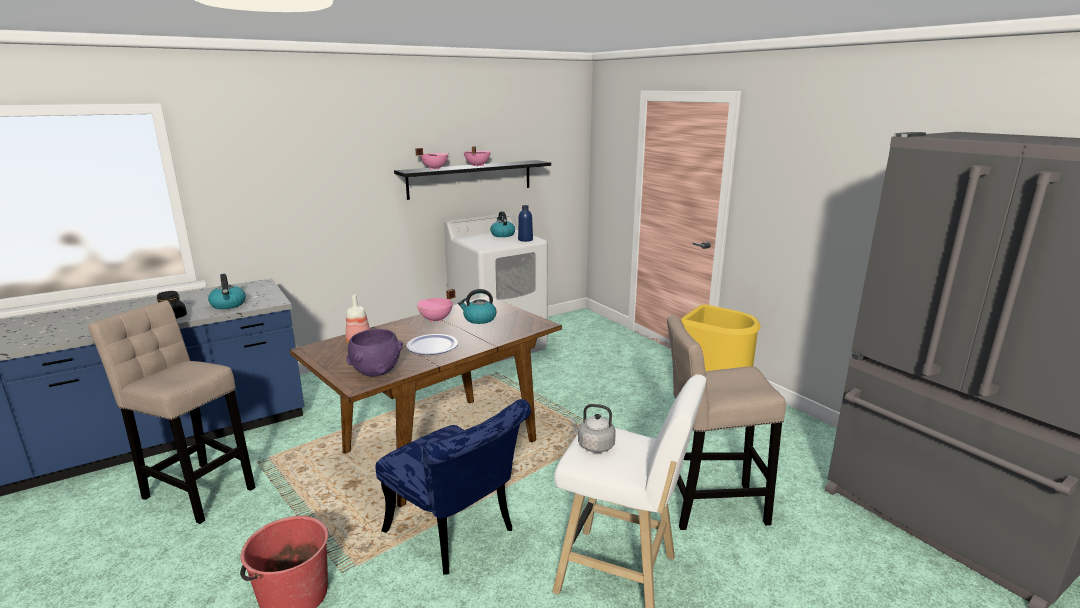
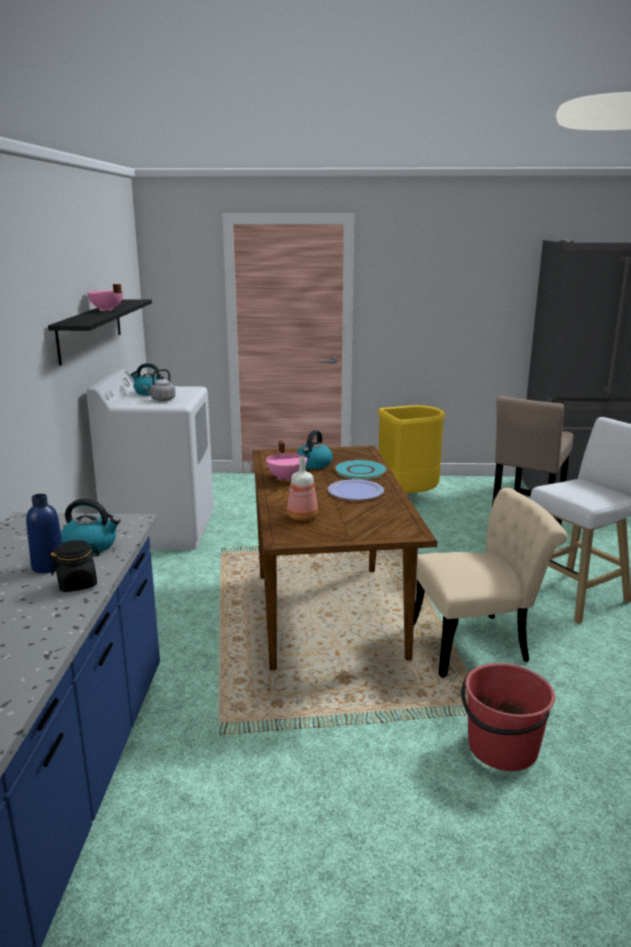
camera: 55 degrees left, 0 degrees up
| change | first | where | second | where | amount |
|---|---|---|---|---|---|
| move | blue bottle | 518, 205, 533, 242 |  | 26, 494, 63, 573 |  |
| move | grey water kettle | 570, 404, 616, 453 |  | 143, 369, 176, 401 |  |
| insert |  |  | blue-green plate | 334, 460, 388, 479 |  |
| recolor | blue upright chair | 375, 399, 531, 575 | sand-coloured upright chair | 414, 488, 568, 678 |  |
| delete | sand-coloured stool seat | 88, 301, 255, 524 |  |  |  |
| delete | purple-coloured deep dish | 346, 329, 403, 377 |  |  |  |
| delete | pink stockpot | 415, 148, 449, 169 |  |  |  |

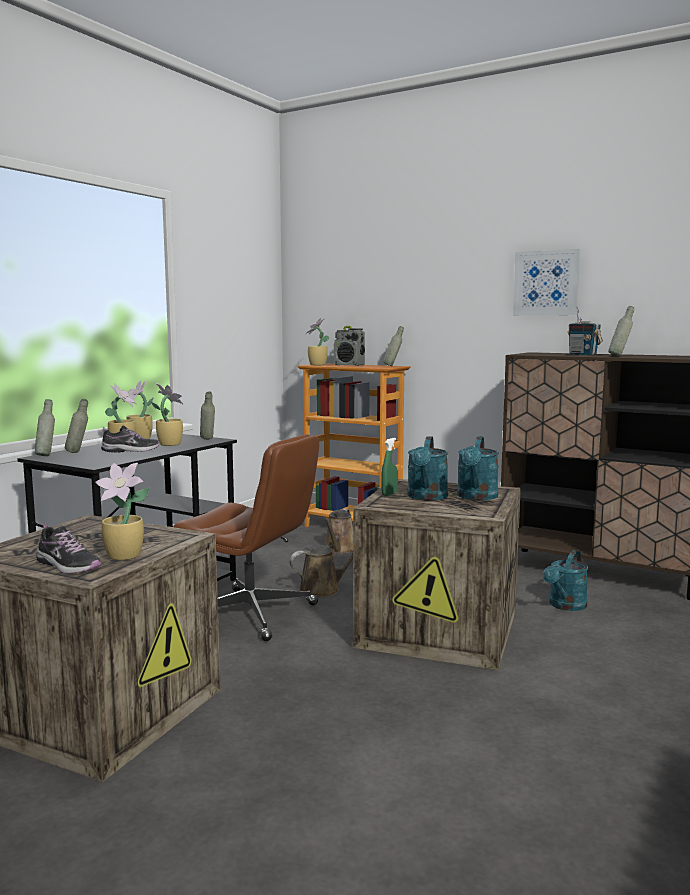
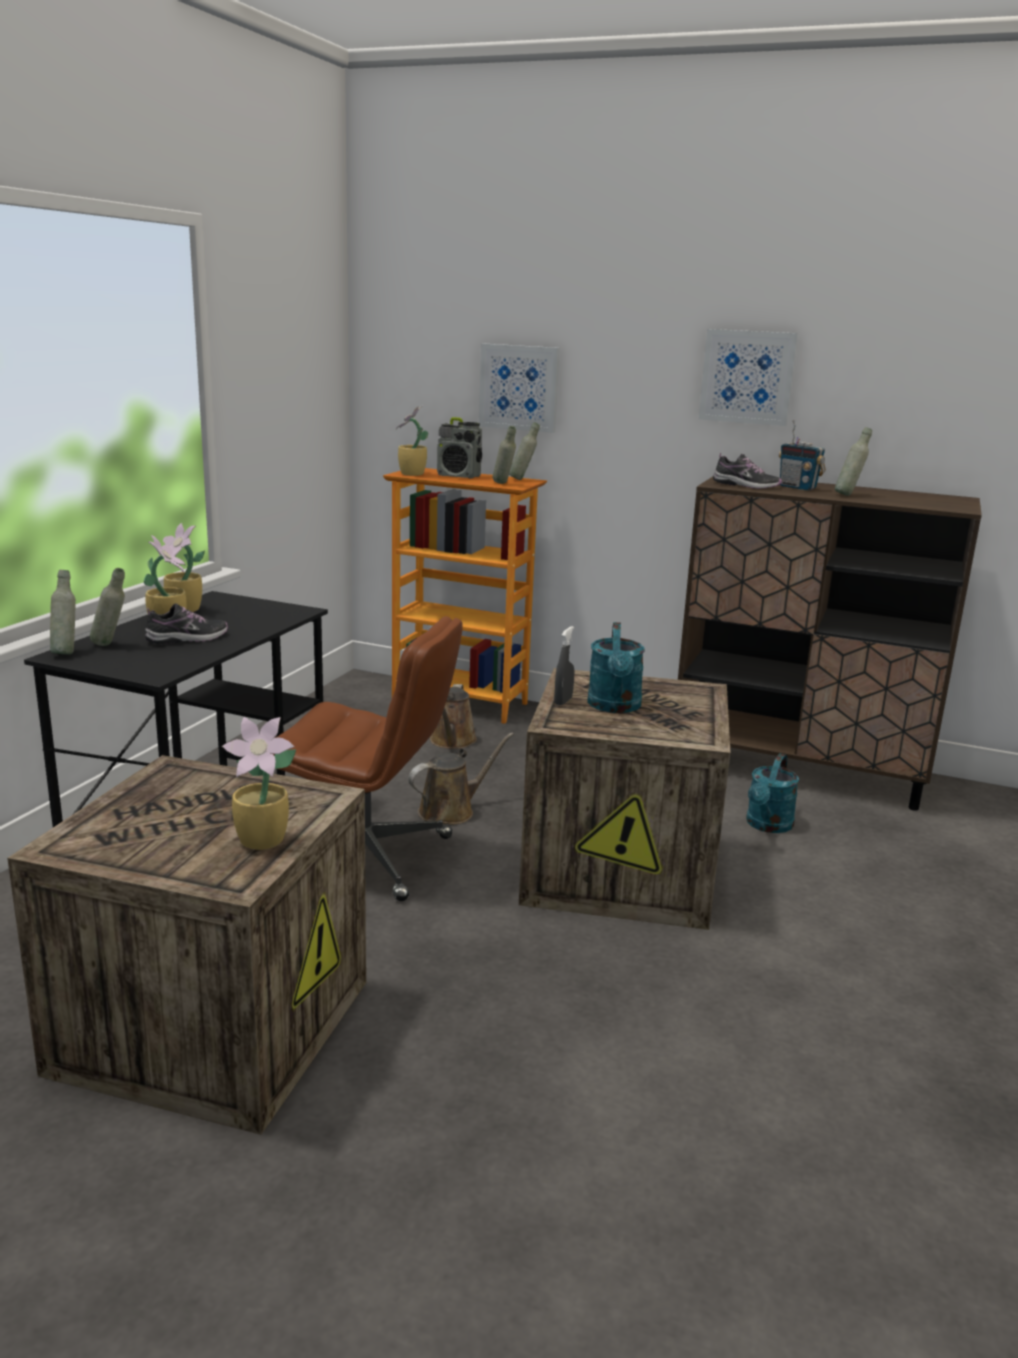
camera: 10 degrees left, 10 degrees up
| change | first | where | second | where | amount |
|---|---|---|---|---|---|
| insert |  |  | wall picture | 479, 344, 560, 433 |  |
| move | grey bottle | 200, 392, 215, 440 |  | 493, 426, 516, 484 |  |
| recolor | green-coloured spray bottle | 381, 438, 398, 496 | grey spray bottle | 554, 626, 574, 705 |  |
| move | shoe | 36, 523, 102, 574 |  | 713, 453, 782, 489 |  |
| delete | plant in a pot | 151, 383, 183, 446 |  |  |  |
| delete | blue-green watering can | 457, 436, 499, 500 |  |  |  |

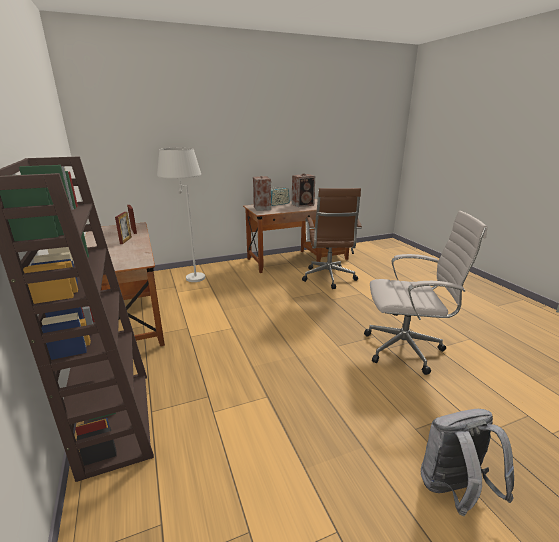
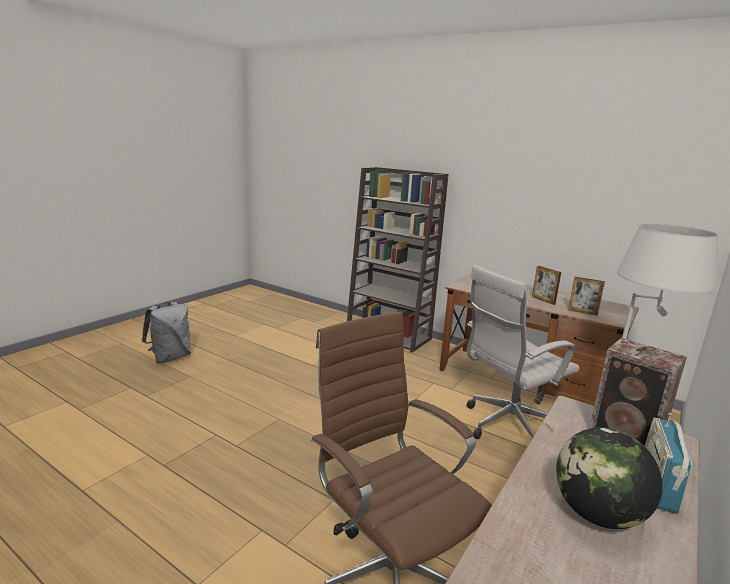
camera: 145 degrees right, 5 degrees down
| change | first | where | second | where | amount |
|---|---|---|---|---|---|
| move | whitish desk chair | 364, 211, 487, 375 |  | 466, 265, 580, 439 |  |
| replace | loudspeaker | 292, 174, 315, 207 | world globe | 556, 427, 662, 529 |  |

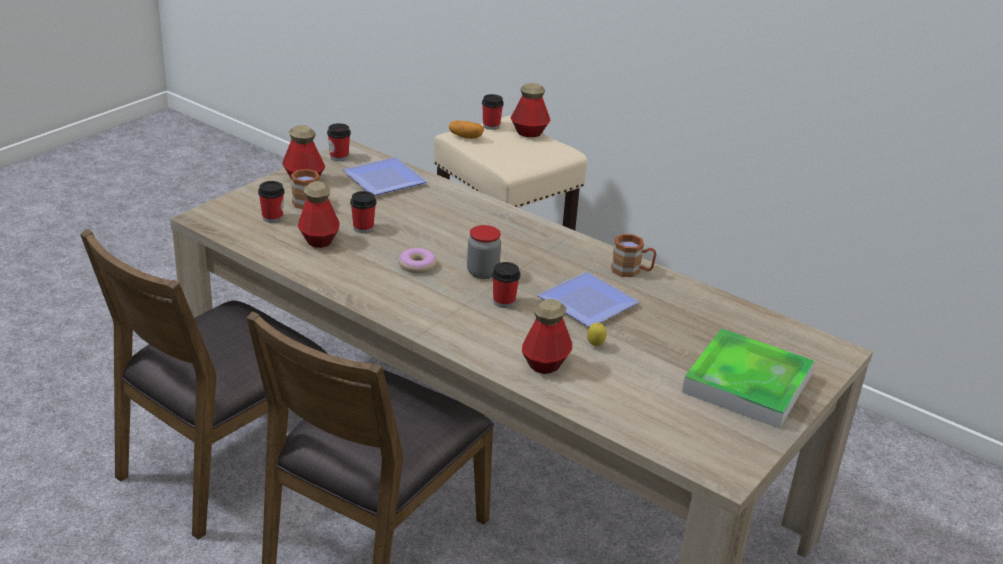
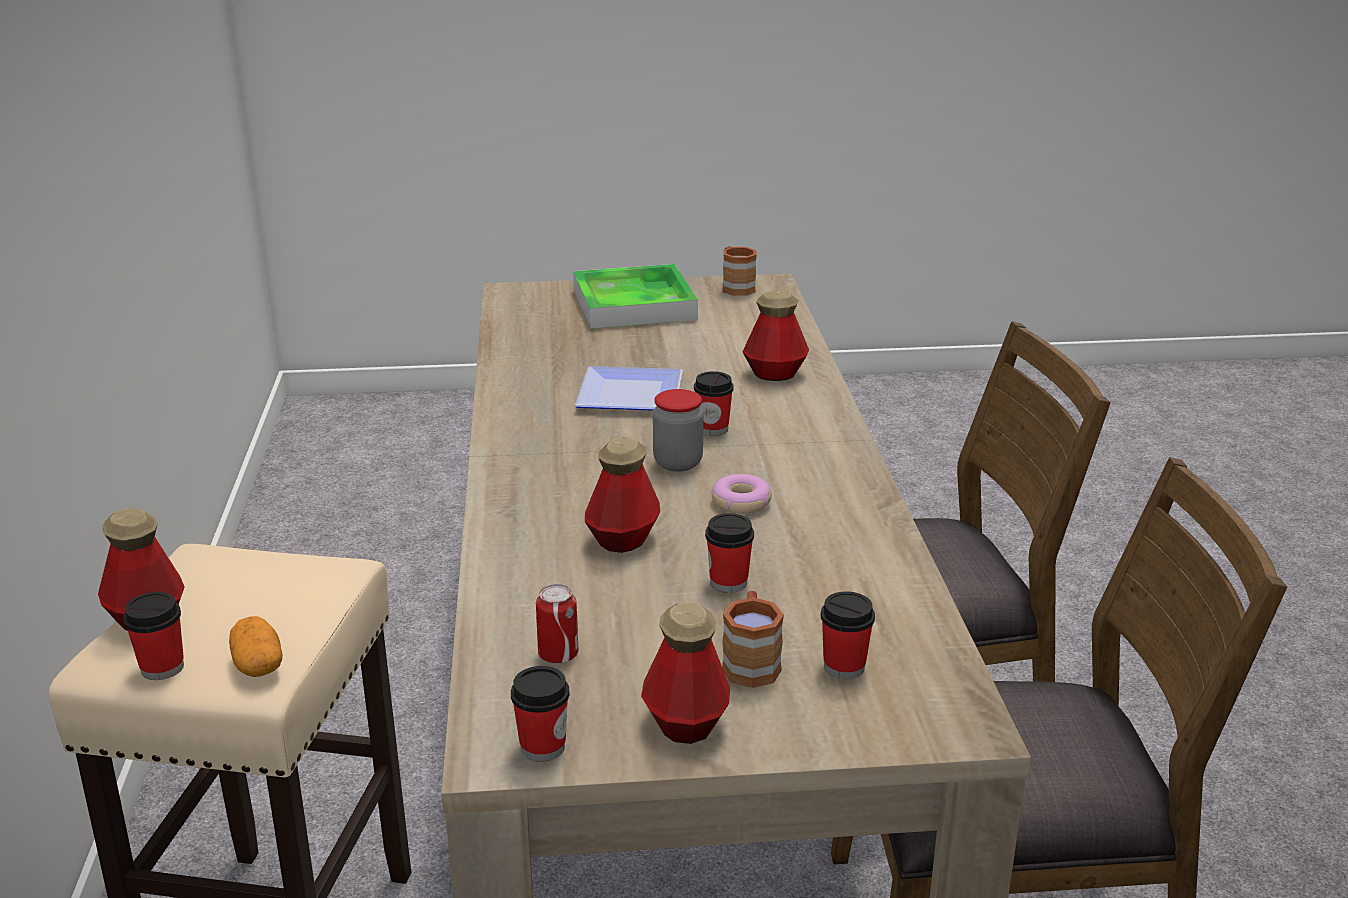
camera: 130 degrees left, 5 degrees down
| change | first | where | second | where | amount |
|---|---|---|---|---|---|
| replace | plate | 343, 157, 427, 195 | sealed can | 536, 584, 579, 663 |  |
| move | bottle | 298, 181, 340, 248 |  | 585, 437, 660, 553 |  |
| move | brownish mug | 611, 234, 656, 277 |  | 723, 246, 757, 296 |  |
| delete | lemon | 587, 323, 606, 346 |  |  |  |

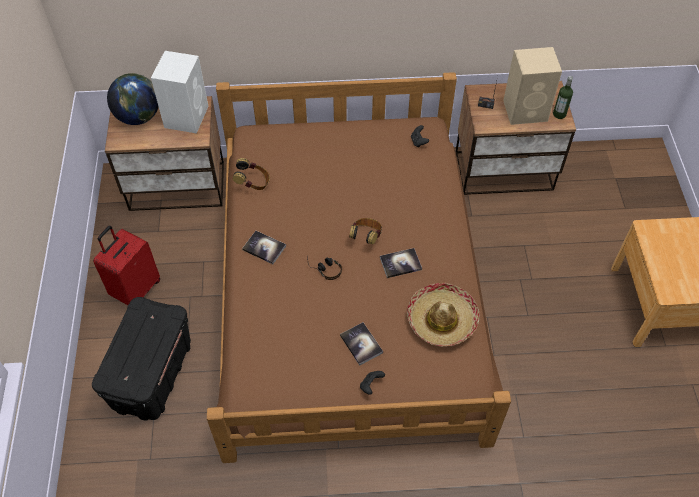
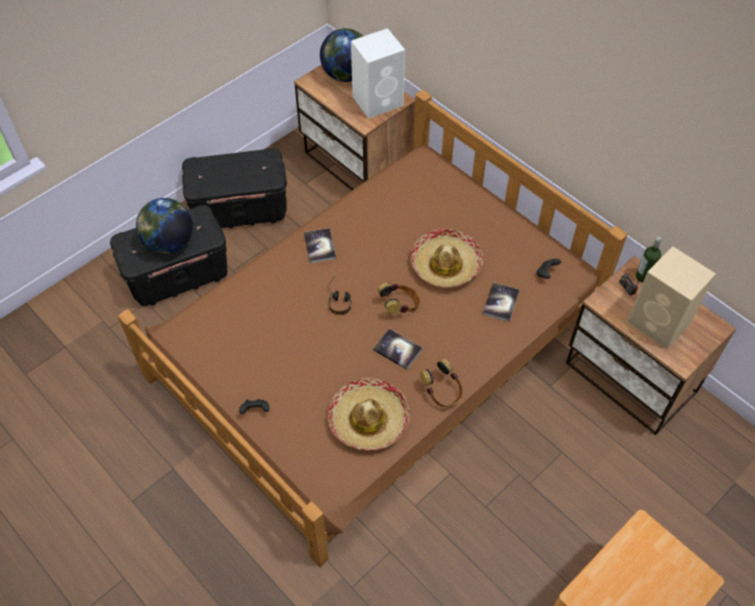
camera: 50 degrees right, 0 degrees up
| change | first | where | second | where | amount |
|---|---|---|---|---|---|
| insert |  |  | world globe | 136, 198, 193, 254 |  |
| replace | red-coloured suitcase | 93, 226, 160, 305 | black-coloured storage box | 182, 148, 287, 228 |  |
| insert |  |  | hat | 411, 229, 483, 288 |  |
| move | headphones | 233, 158, 270, 190 |  | 420, 359, 463, 407 |  |
| move | volume | 340, 322, 383, 365 |  | 483, 282, 520, 322 |  |
| move | bottle | 553, 76, 573, 119 |  | 636, 237, 662, 283 |  |

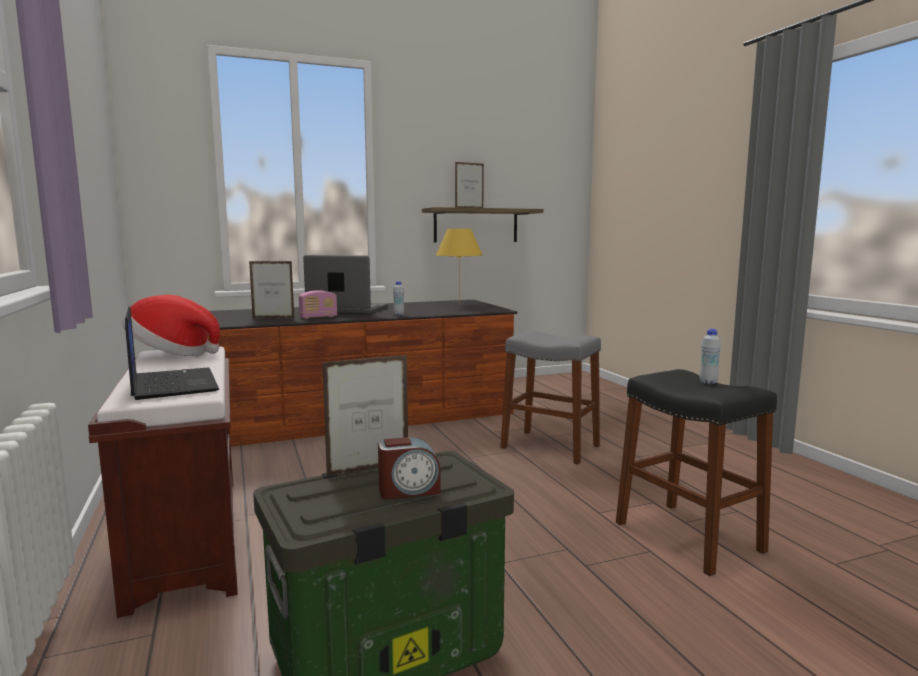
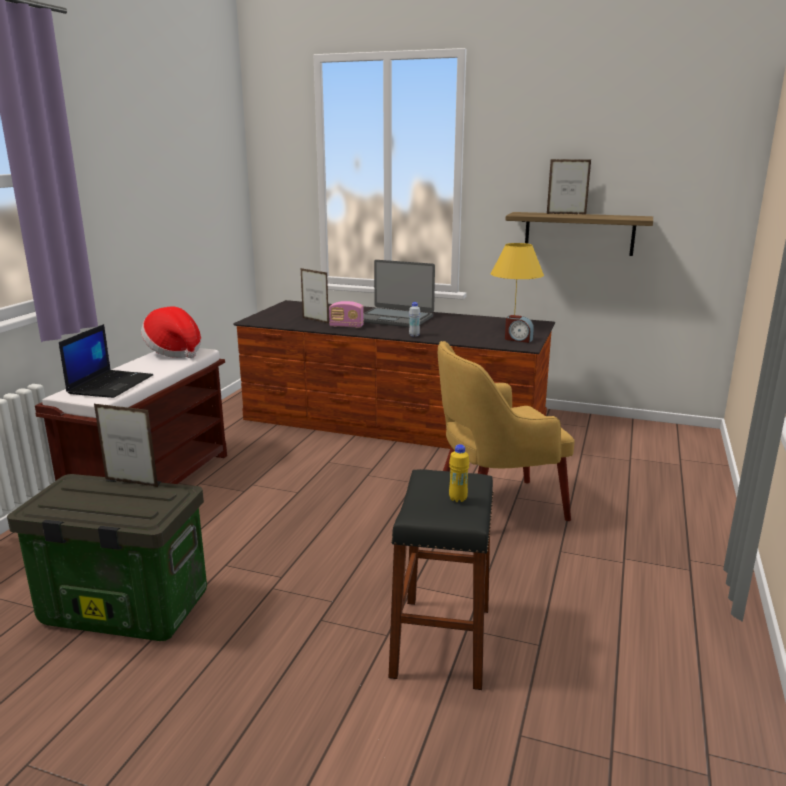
camera: 40 degrees right, 10 degrees up
| change | first | where | second | where | amount |
|---|---|---|---|---|---|
| rotate | notebook computer | 303, 255, 388, 314 |  | 363, 260, 435, 327 | 150 degrees clockwise |
| replace | grey stool seat | 500, 331, 601, 464 | yellow easy chair | 438, 341, 575, 521 |  |
| recolor | whitish bottle | 700, 329, 721, 384 | yellow bottle | 449, 444, 470, 502 |  |
| move | bedside clock | 378, 437, 441, 499 |  | 505, 315, 534, 343 |  |

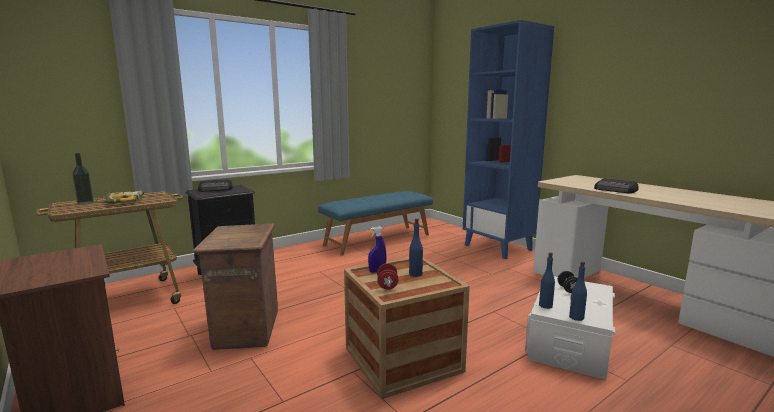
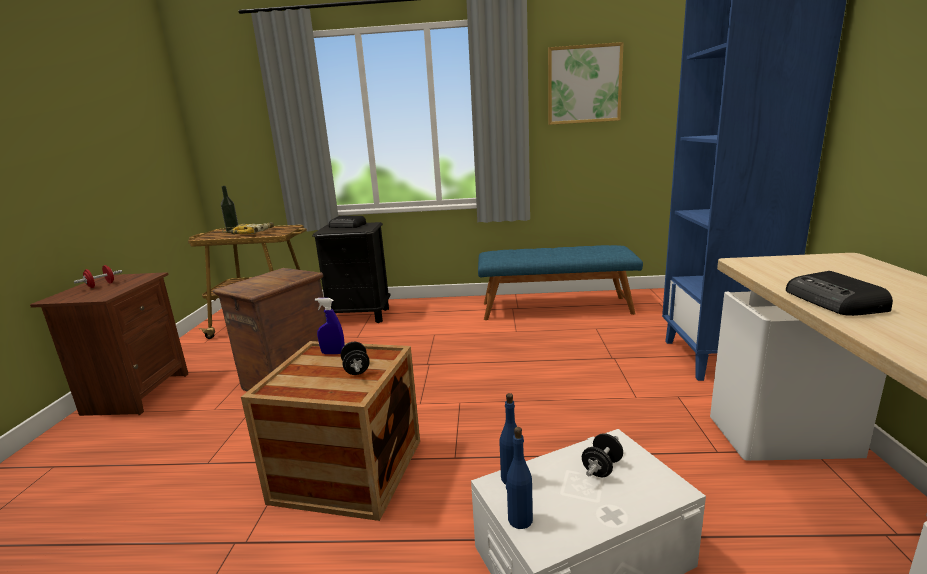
camera: 40 degrees right, 5 degrees up
| change | first | where | second | where | amount |
|---|---|---|---|---|---|
| move | red-coloured free weight | 377, 263, 398, 290 |  | 74, 265, 122, 288 |  |
| replace | blue bottle | 409, 218, 423, 277 | black-coloured free weight | 341, 342, 370, 375 |  |
| insert |  |  | wall picture | 548, 42, 624, 125 |  |

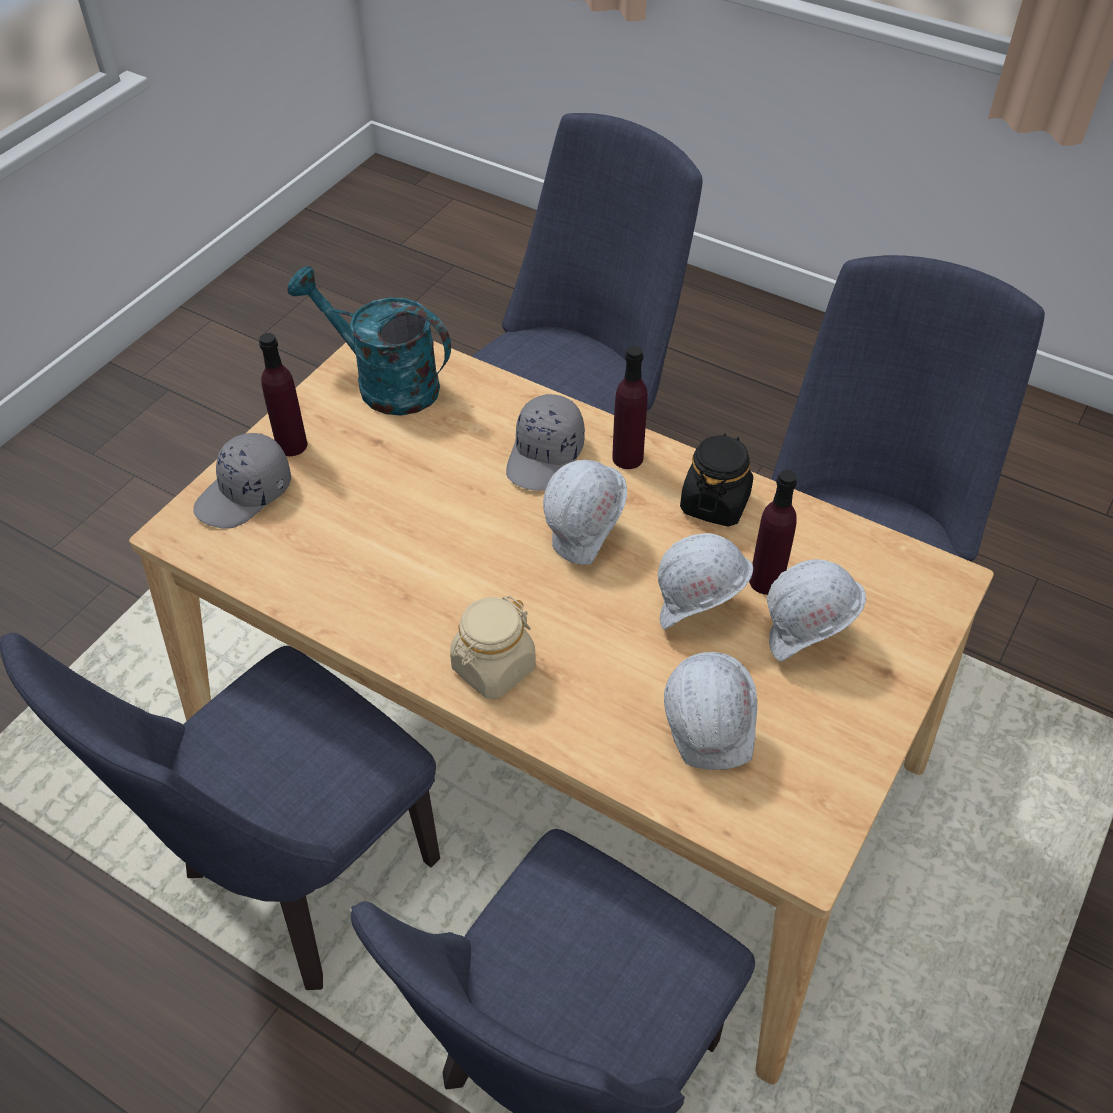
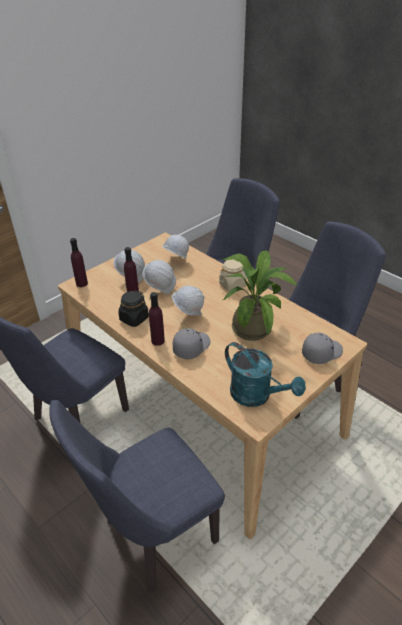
camera: 165 degrees left, 10 degrees down
| change | first | where | second | where | amount |
|---|---|---|---|---|---|
| move | purple-coloured bottle | 259, 333, 307, 456 |  | 70, 238, 88, 287 |  |
| insert |  |  | plant in a pot | 223, 250, 297, 341 |  |

